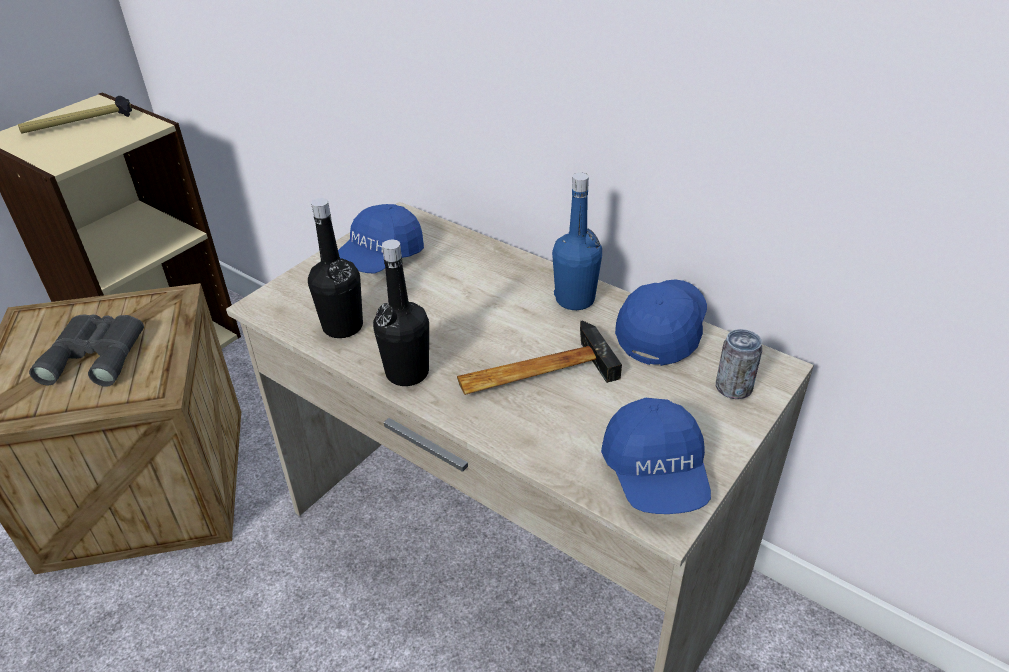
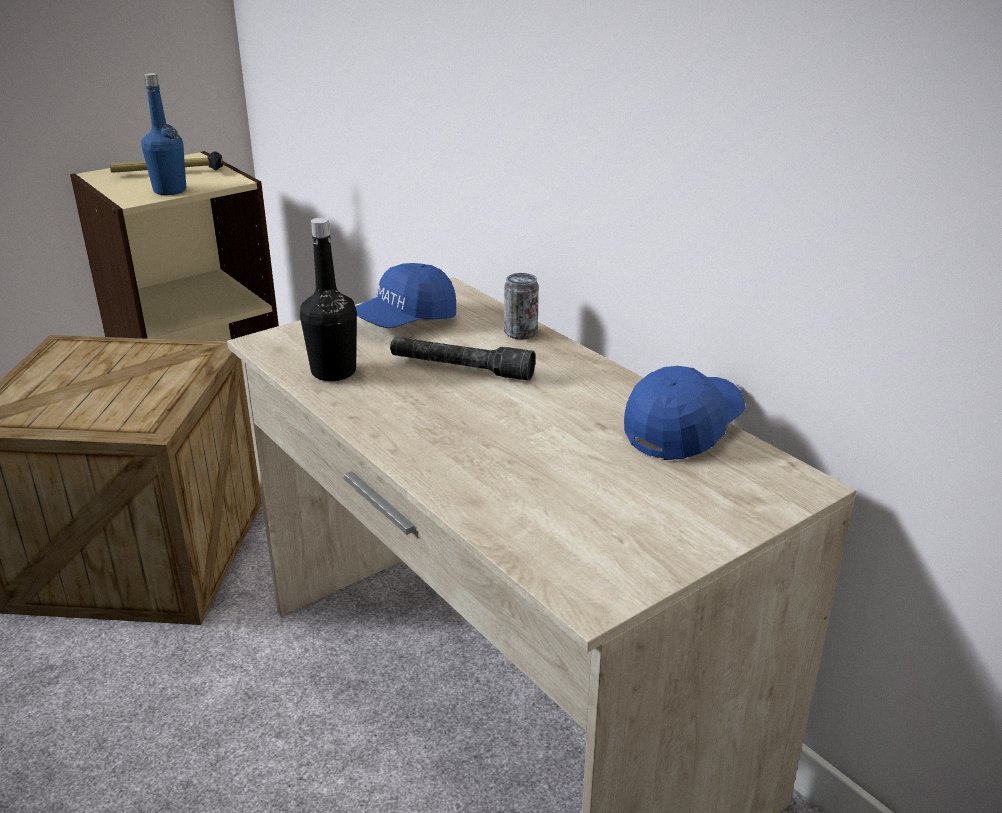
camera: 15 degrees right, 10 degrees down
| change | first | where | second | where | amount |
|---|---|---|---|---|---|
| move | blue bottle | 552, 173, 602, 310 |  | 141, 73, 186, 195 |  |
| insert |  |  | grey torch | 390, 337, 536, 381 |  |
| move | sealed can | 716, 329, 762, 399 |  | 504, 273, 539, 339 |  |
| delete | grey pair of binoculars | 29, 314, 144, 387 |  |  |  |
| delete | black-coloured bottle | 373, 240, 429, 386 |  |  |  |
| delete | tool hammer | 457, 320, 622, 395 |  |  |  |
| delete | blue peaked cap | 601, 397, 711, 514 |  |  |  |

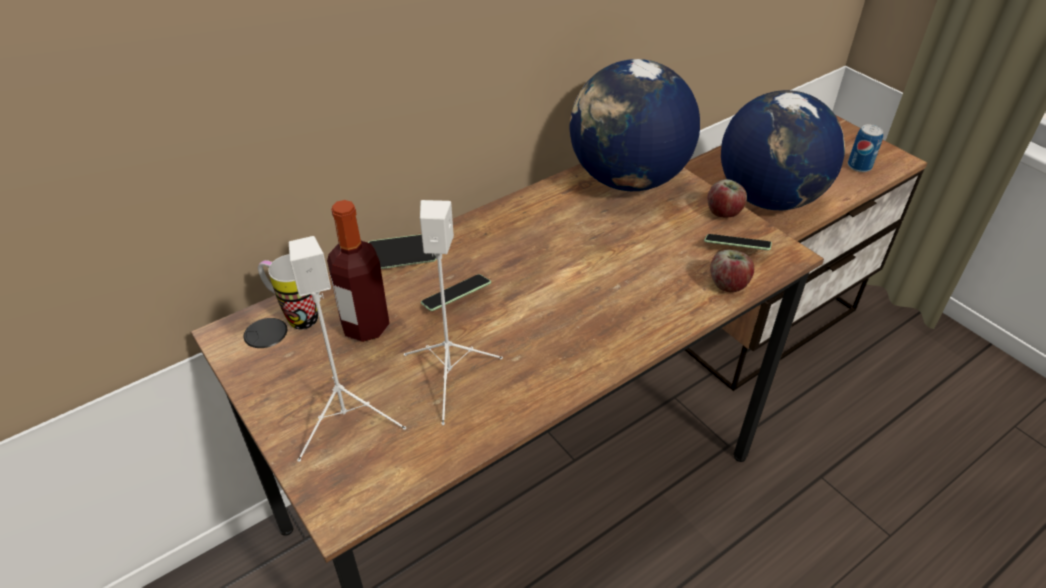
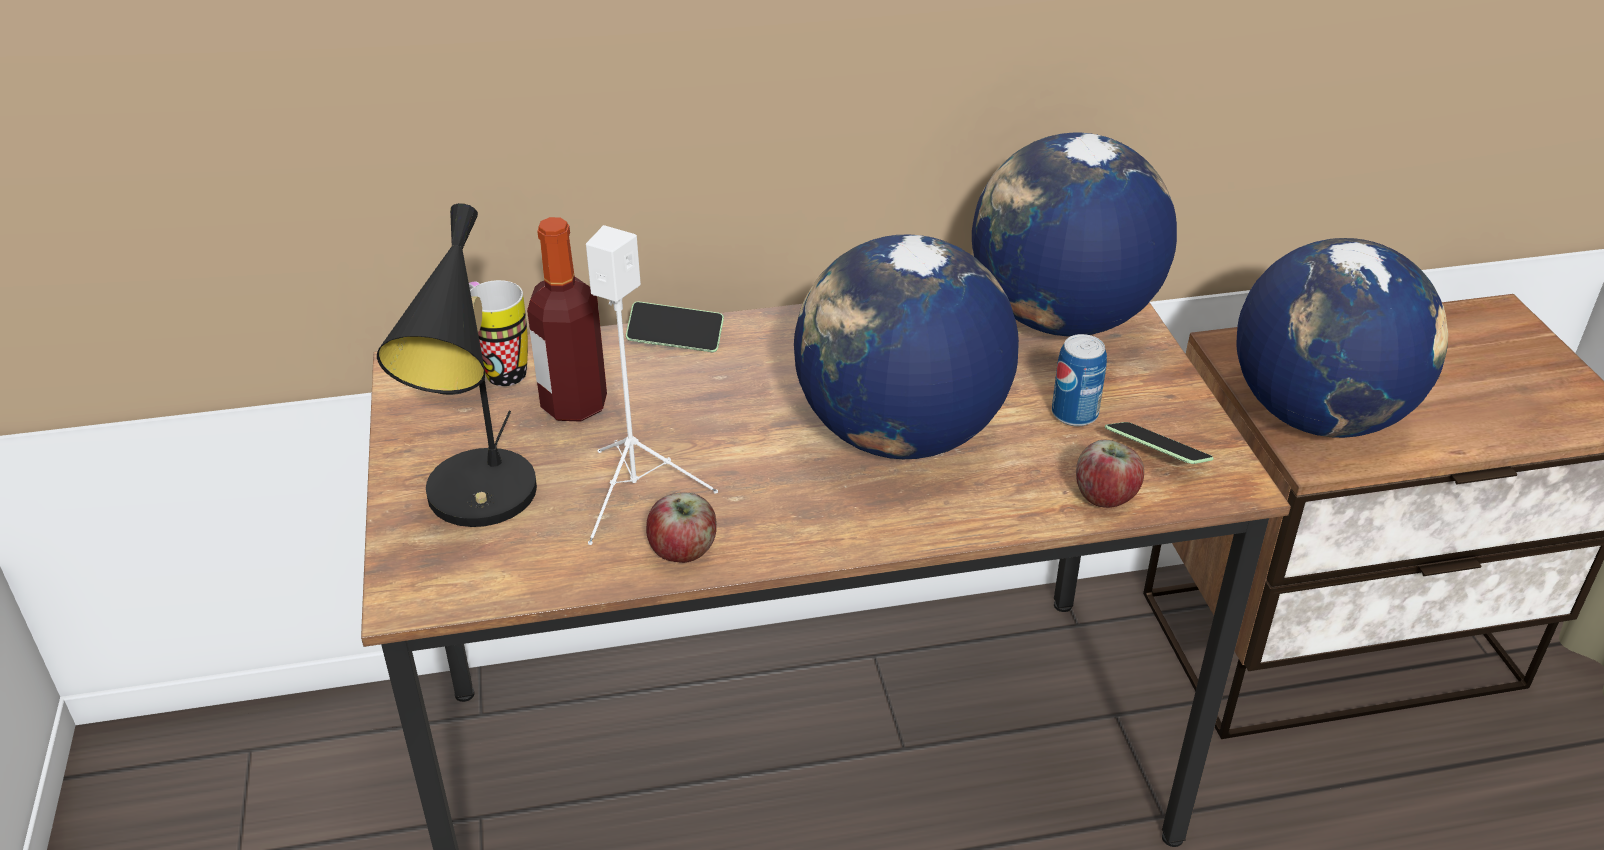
camera: 25 degrees right, 5 degrees down
| change | first | where | second | where | amount |
|---|---|---|---|---|---|
| replace | whitish loudspeaker | 289, 236, 406, 462 | black-coloured lamp for a table | 377, 203, 537, 527 |  |
| move | apple fruit | 707, 179, 747, 218 |  | 646, 492, 717, 563 |  |
| insert |  |  | world globe | 794, 234, 1019, 459 |  |
| move | sealed can | 848, 124, 883, 172 |  | 1052, 334, 1107, 427 |  |
| delete | handset | 421, 274, 491, 311 |  |  |  |

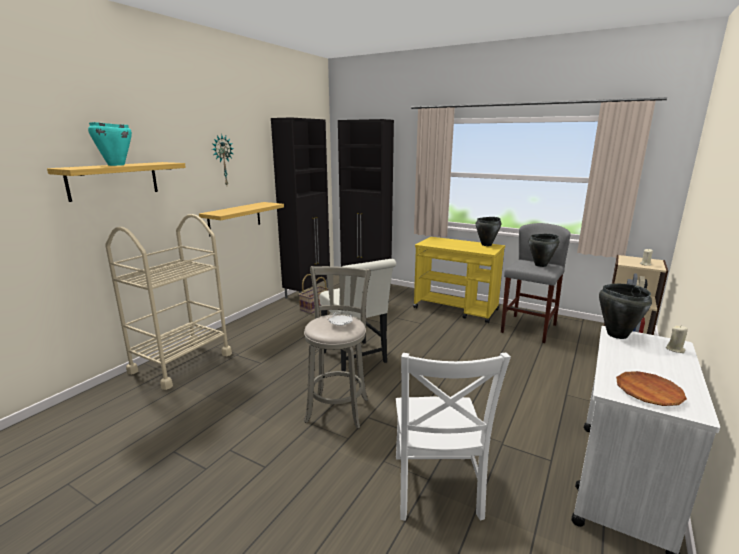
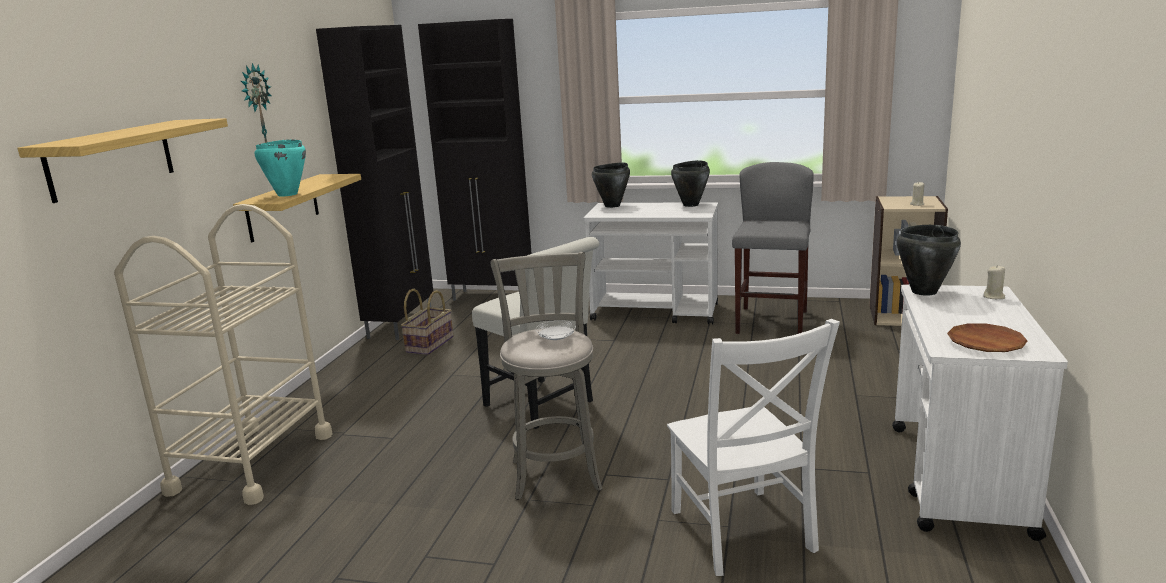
camera: 15 degrees left, 0 degrees up
| change | first | where | second | where | amount |
|---|---|---|---|---|---|
| move | blue-green stockpot | 88, 122, 132, 166 |  | 255, 139, 306, 196 |  |
| recolor | yellow wheeled cart | 413, 237, 505, 323 | whitish wheeled cart | 584, 202, 718, 324 |  |
| move | black-coloured stockpot | 529, 234, 559, 267 |  | 592, 162, 630, 208 |  |

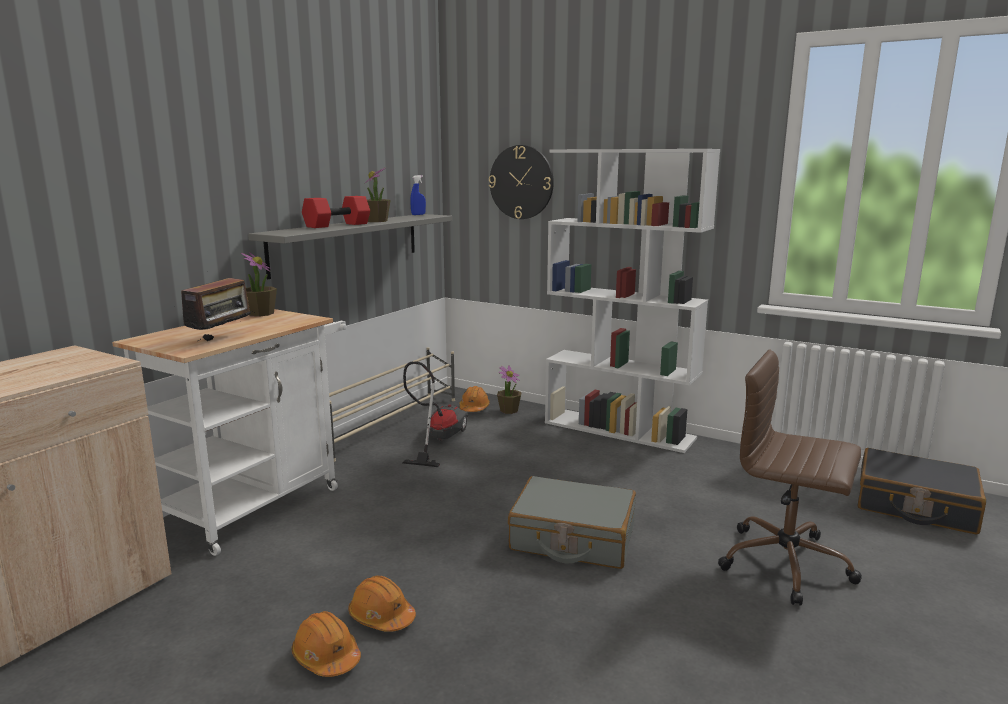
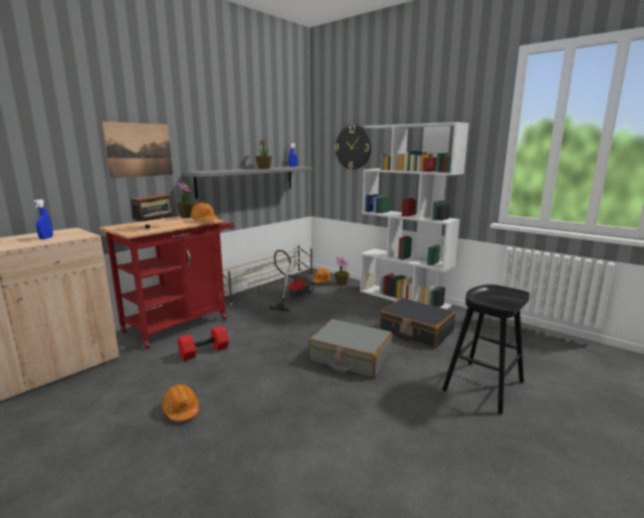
camera: 10 degrees right, 0 degrees up
| change | first | where | second | where | amount |
|---|---|---|---|---|---|
| insert |  |  | blue spray bottle | 33, 199, 53, 239 |  |
| recolor | whitish wheeled cart | 112, 309, 347, 556 | red-coloured wheeled cart | 99, 216, 234, 349 |  |
| insert |  |  | wall picture | 102, 121, 173, 178 |  |
| move | red-coloured free weight | 302, 196, 370, 228 |  | 178, 326, 229, 361 |  |
| move | orangey hard hat | 348, 576, 416, 632 |  | 190, 202, 218, 220 |  |
| move | black-coloured suitcase | 858, 448, 986, 535 |  | 380, 298, 456, 348 |  |
| replace | brownish desk chair | 718, 349, 862, 606 | black-coloured stool seat | 442, 284, 530, 414 |  |

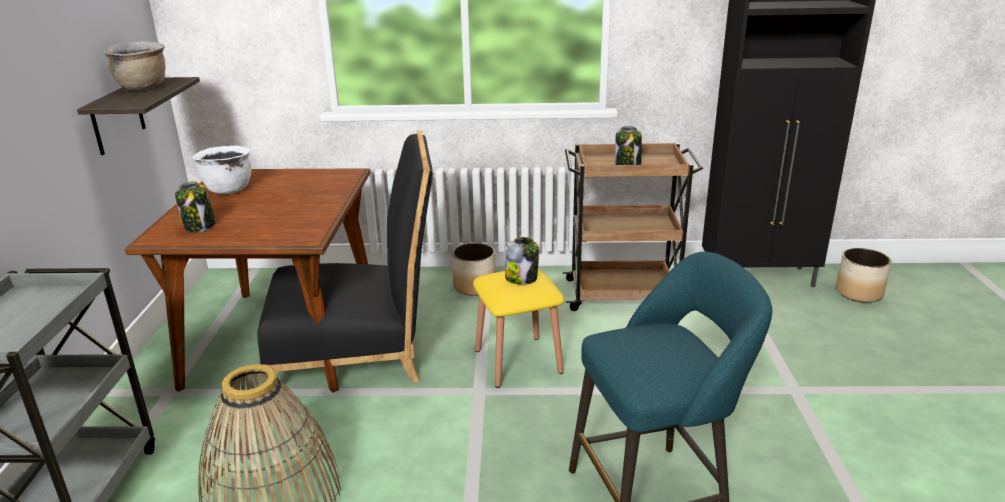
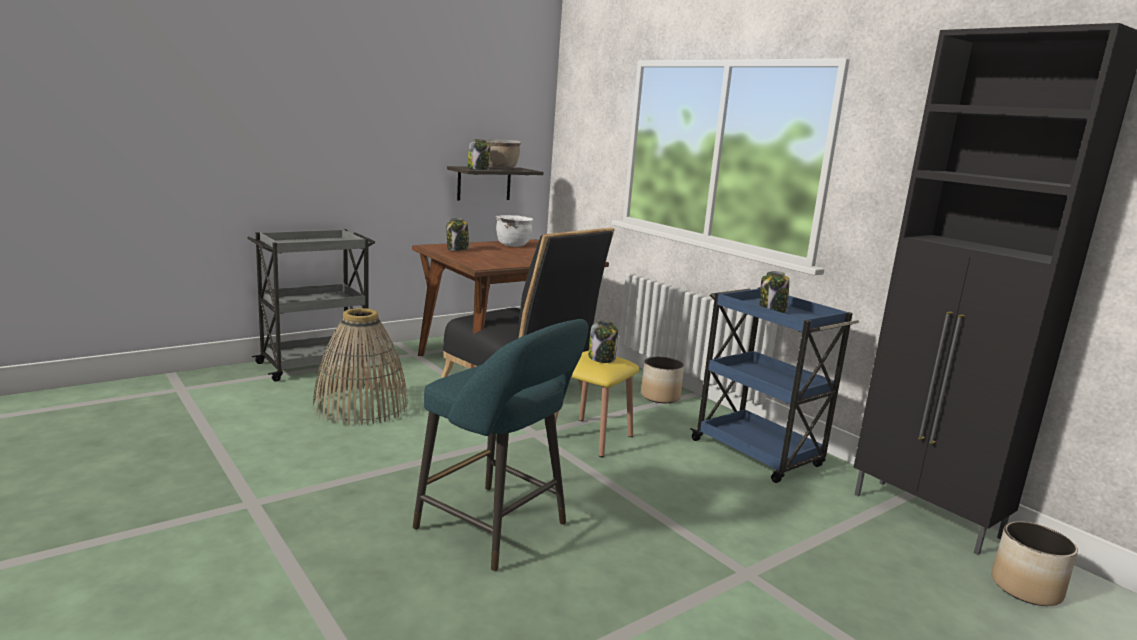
camera: 50 degrees right, 10 degrees down
| change | first | where | second | where | amount |
|---|---|---|---|---|---|
| insert |  |  | preserve jar | 468, 139, 490, 170 |  |
| recolor | brownish wheeled cart | 562, 143, 703, 311 | blue wheeled cart | 690, 287, 859, 483 |  |

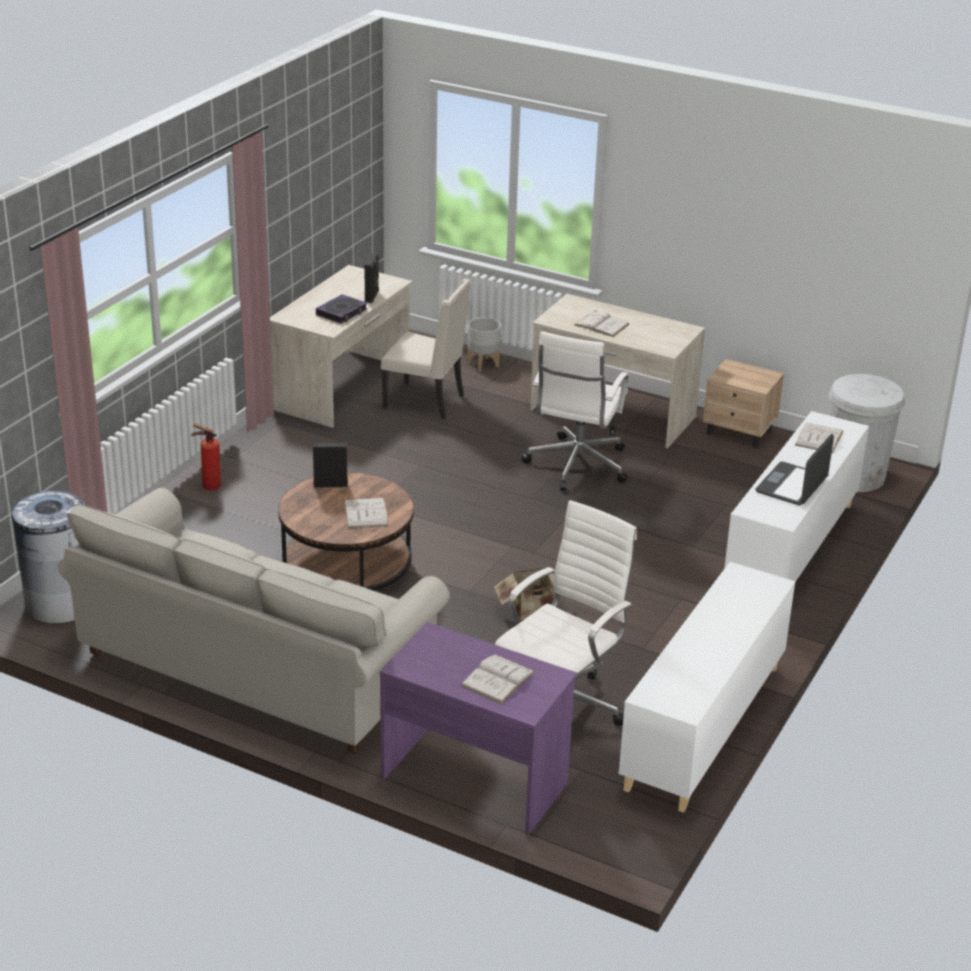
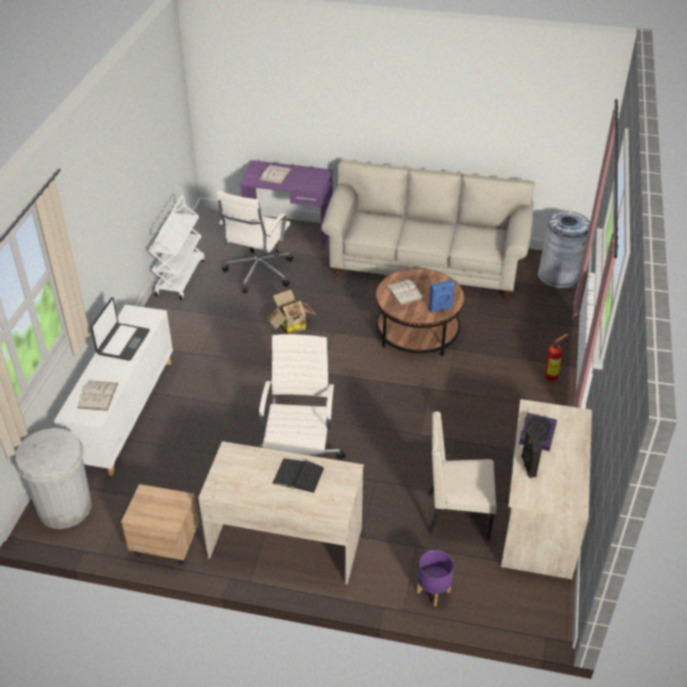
camera: 165 degrees right, 10 degrees up
| change | first | where | second | where | amount |
|---|---|---|---|---|---|
| replace | whitish cupboard | 618, 562, 795, 813 | whitish wheeled cart | 149, 196, 204, 300 |  |
| recolor | whitish volume | 574, 310, 630, 337 | black-coloured volume | 272, 458, 324, 493 |  |
| recolor | grey flower pot | 467, 317, 501, 372 | purple-coloured flower pot | 417, 550, 454, 606 |  |
| recolor | black-coloured loudspeaker | 312, 442, 348, 488 | blue loudspeaker | 429, 280, 455, 313 |  |

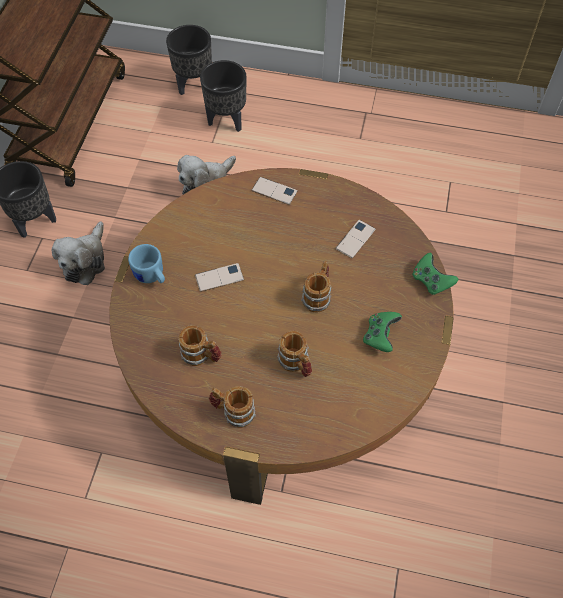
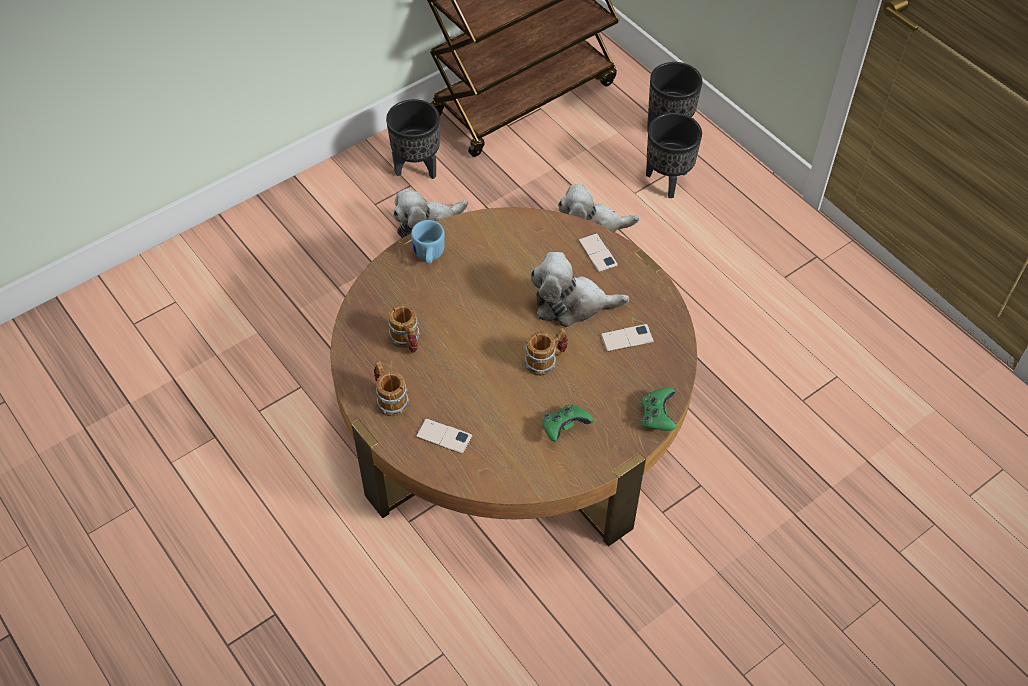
camera: 40 degrees right, 5 degrees down
| change | first | where | second | where | amount |
|---|---|---|---|---|---|
| move | handset | 195, 263, 244, 292 |  | 416, 418, 473, 454 |  |
| insert |  |  | cuddly toy | 530, 252, 629, 327 |  |
| delete | mug | 277, 331, 312, 377 |  |  |  |

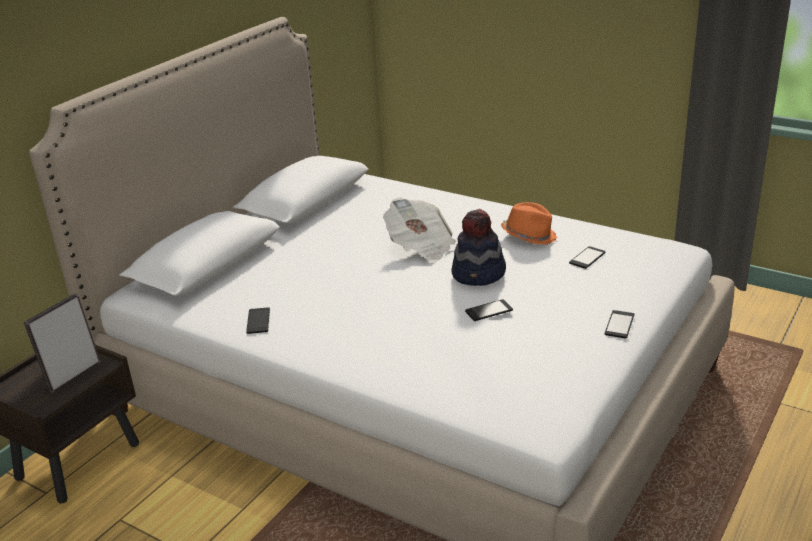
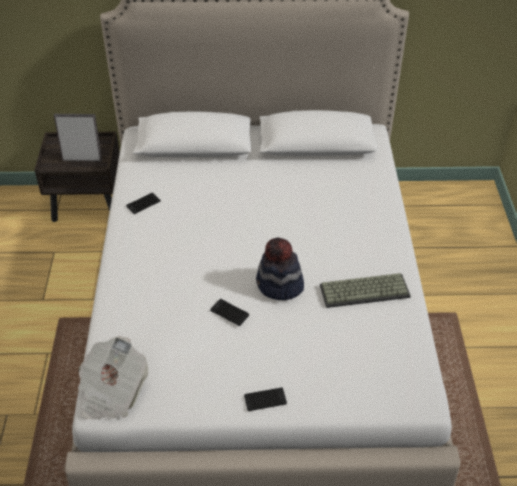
camera: 55 degrees right, 15 degrees up
| change | first | where | second | where | amount |
|---|---|---|---|---|---|
| move | printed paper | 383, 198, 456, 263 |  | 78, 336, 148, 420 |  |
| replace | orangey hat | 501, 202, 557, 245 | PC keyboard | 320, 273, 411, 308 |  |
| delete | handset | 569, 246, 606, 269 |  |  |  |

